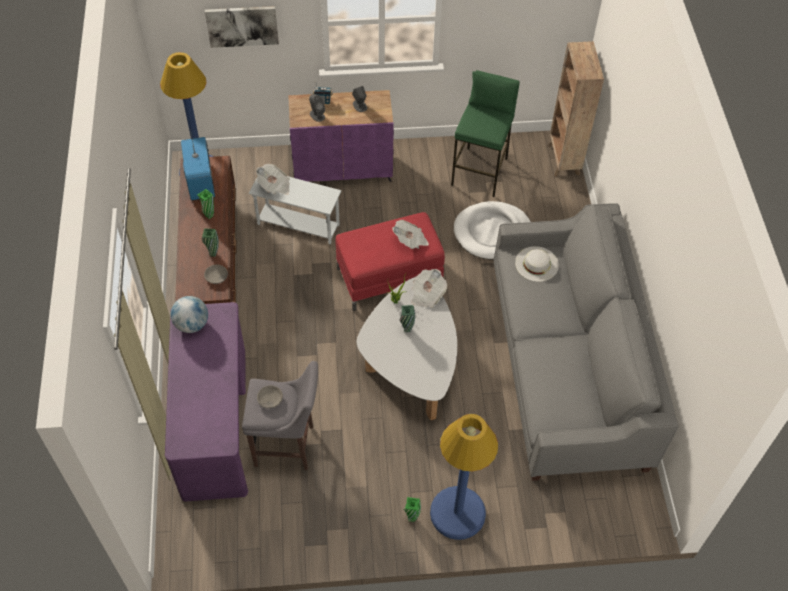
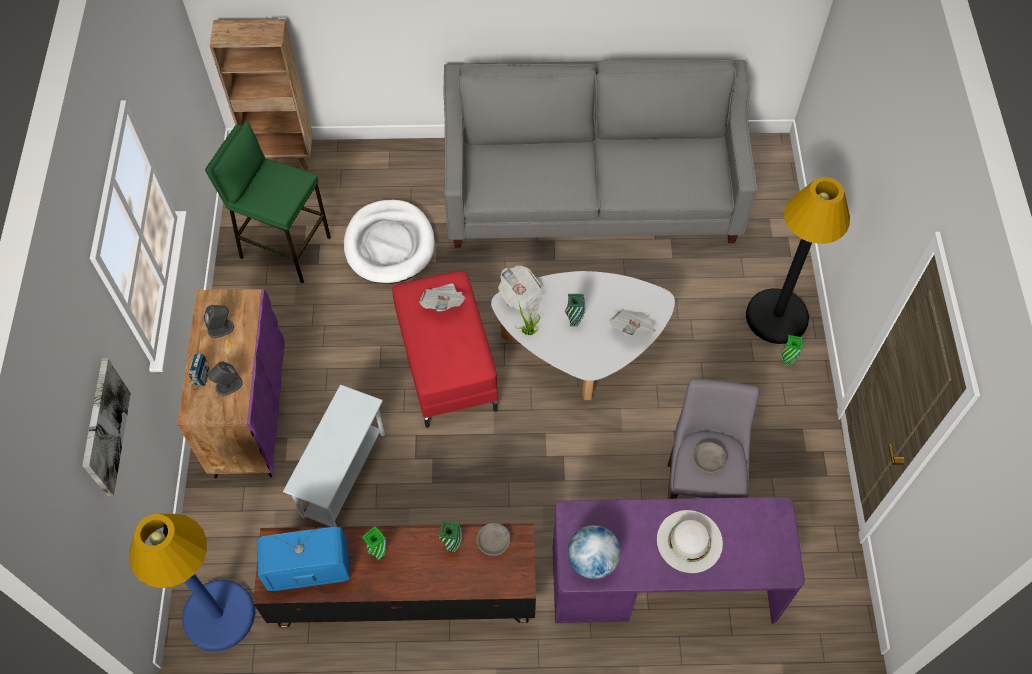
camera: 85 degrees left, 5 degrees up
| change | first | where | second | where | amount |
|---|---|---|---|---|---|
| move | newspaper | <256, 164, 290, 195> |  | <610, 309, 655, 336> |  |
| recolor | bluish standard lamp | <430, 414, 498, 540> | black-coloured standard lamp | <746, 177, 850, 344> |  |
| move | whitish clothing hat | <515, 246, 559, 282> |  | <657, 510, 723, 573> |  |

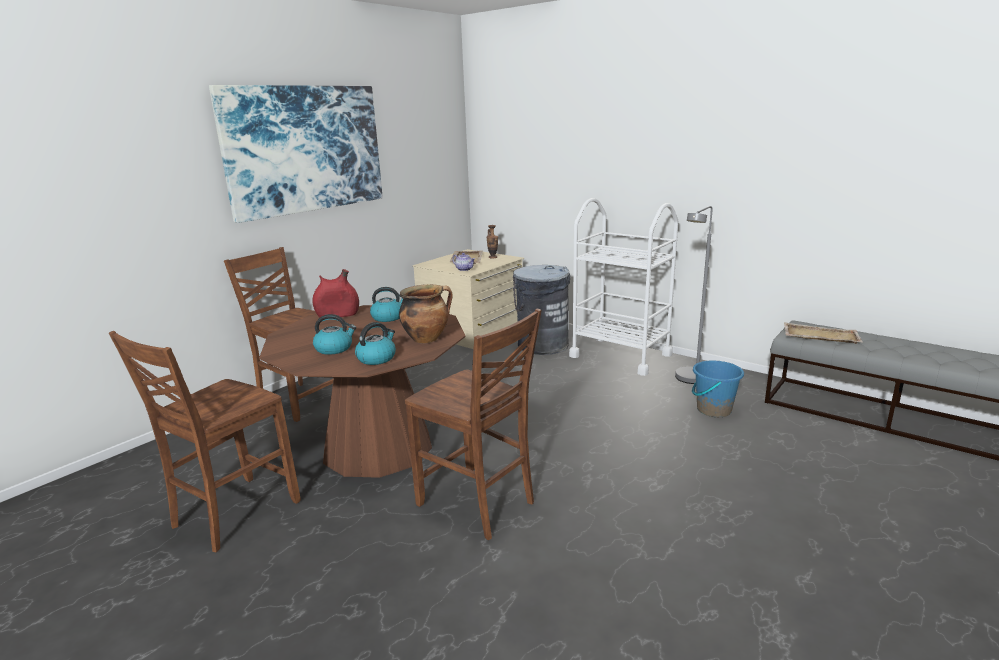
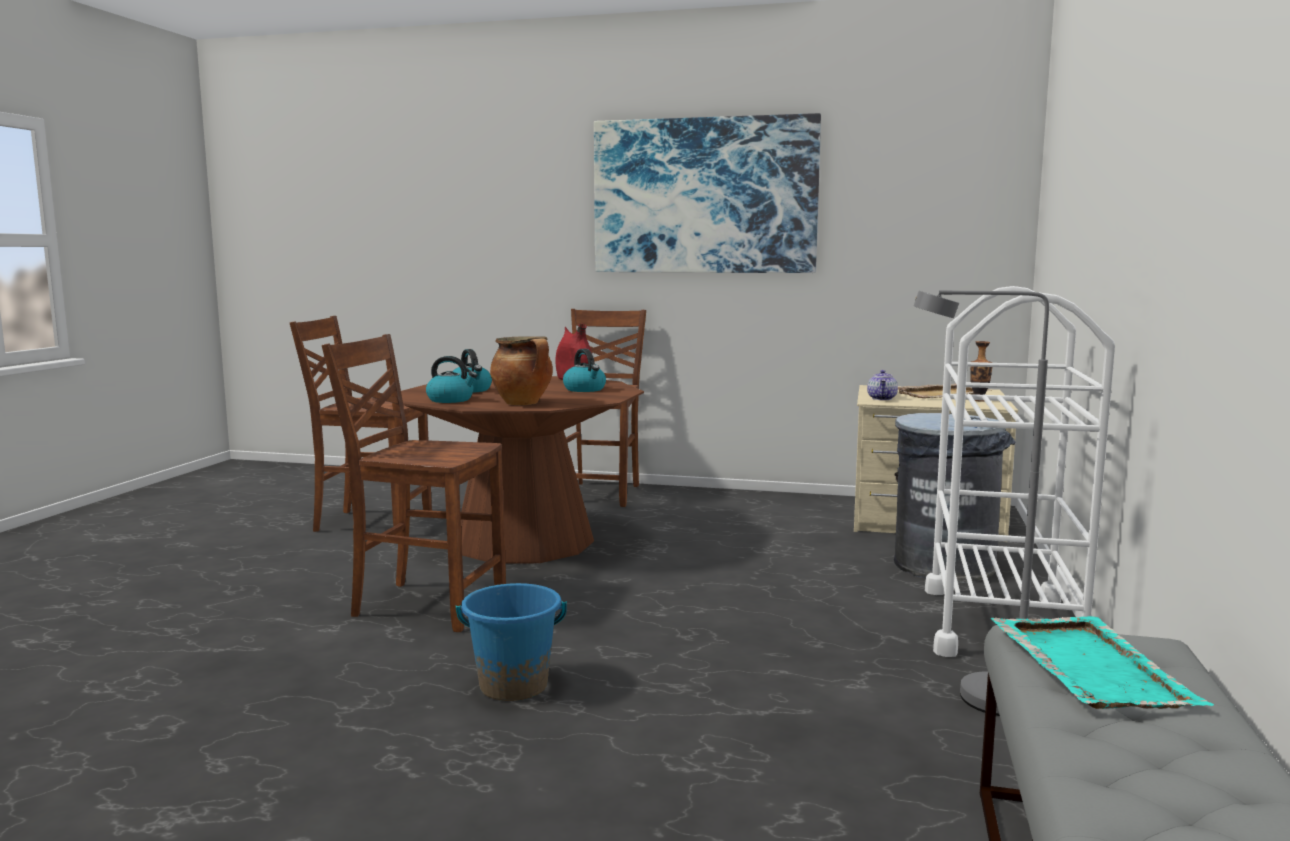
camera: 65 degrees right, 10 degrees down
| change | first | where | second | where | amount |
|---|---|---|---|---|---|
| rotate | brown-coloured plain chair | <405, 309, 542, 540> |  | <322, 334, 506, 632> | 90 degrees clockwise |
| move | bluish bucket | <692, 361, 744, 417> |  | <456, 583, 567, 701> |  |
| recolor | beige-coloured tray | <784, 322, 862, 344> | blue-green tray | <991, 616, 1214, 709> |  |

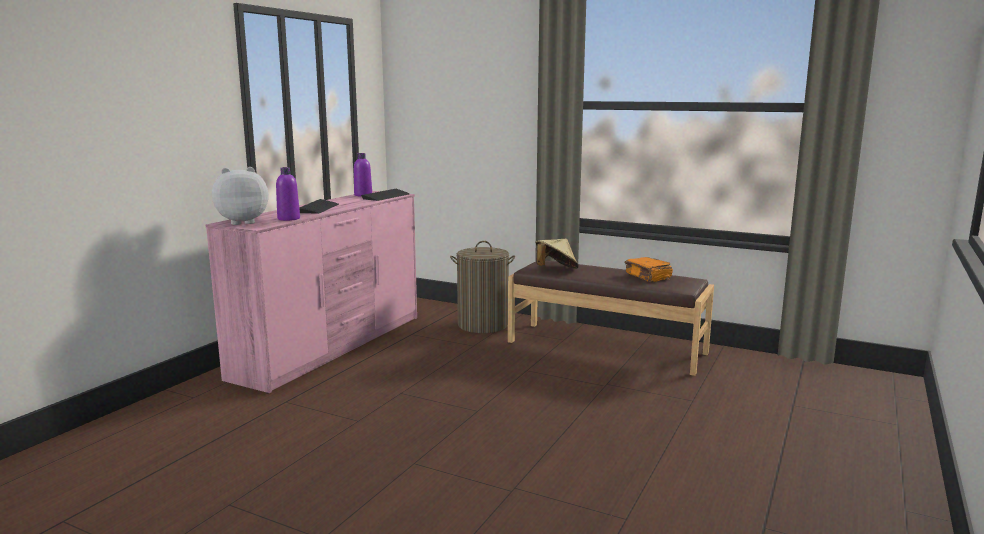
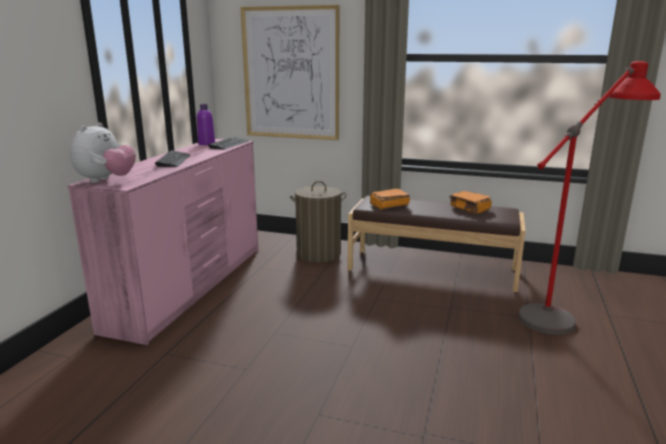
camera: 10 degrees left, 5 degrees up
| change | first | where | second | where | amount |
|---|---|---|---|---|---|
| rotate | soft toy | <212, 167, 268, 225> |  | <70, 122, 136, 183> | 135 degrees clockwise |
| delete | purple beverage bottle | <276, 167, 300, 221> |  |  |  |
| replace | beige-coloured clothing hat | <535, 239, 579, 269> | orangey book | <370, 189, 410, 210> |  |
| insert |  |  | wall art | <240, 5, 340, 140> |  |
| insert |  |  | red-coloured standard lamp | <517, 61, 661, 335> |  |

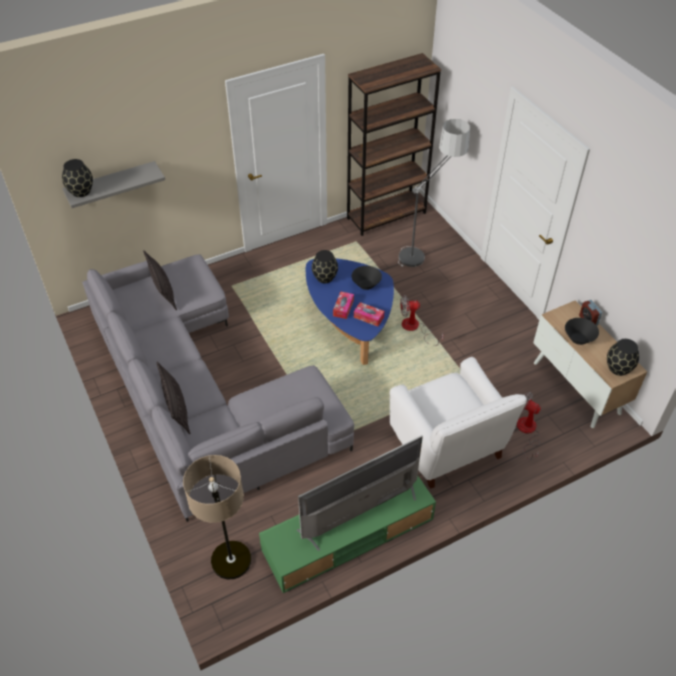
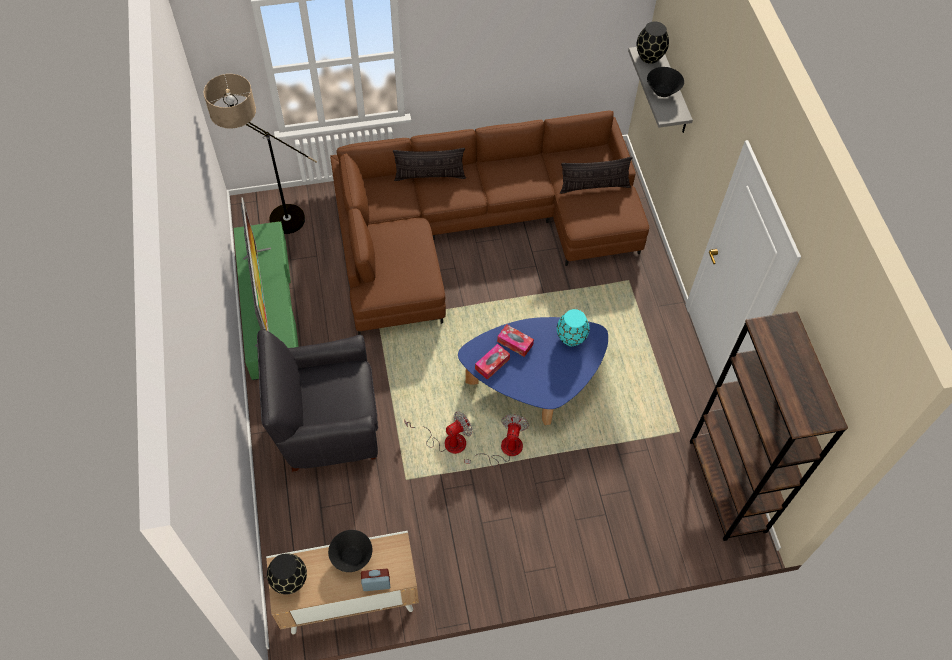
camera: 105 degrees right, 10 degrees up
| change | first | where | second | where | amount |
|---|---|---|---|---|---|
| recolor | grey settee | <82, 254, 354, 522> | brown-coloured settee | <330, 110, 649, 335> |  |
| recolor | black-coloured vase | <312, 250, 338, 283> | blue-green vase | <557, 309, 590, 346> |  |
| move | black-coloured serving bowl | <352, 266, 382, 290> |  | <647, 67, 684, 97> |  |
| recolor | whitish armchair | <390, 357, 527, 489> | black-coloured armchair | <257, 329, 378, 472> |  |
| delete | standard lamp | <398, 119, 470, 267> |  |  |  |
| move | electric fan | <517, 392, 541, 460> |  | <404, 411, 472, 454> |  |

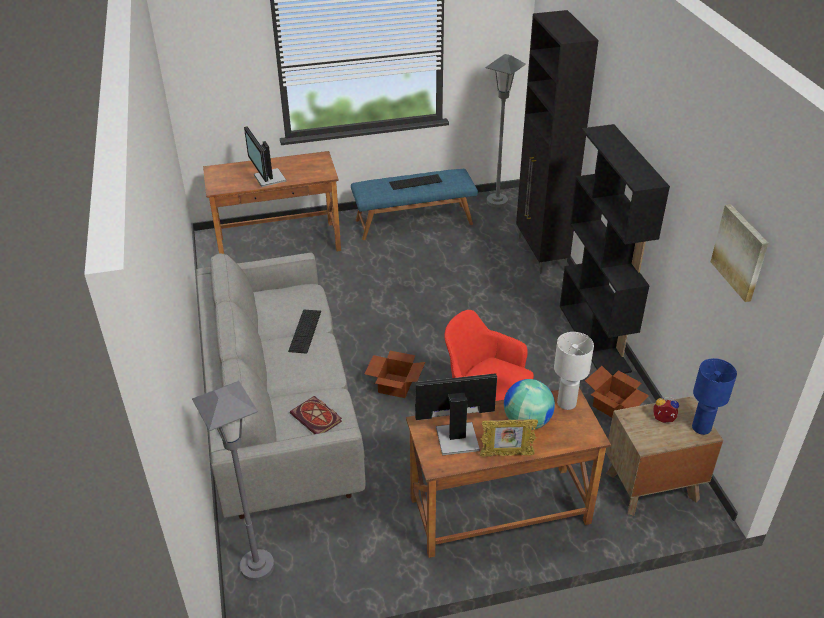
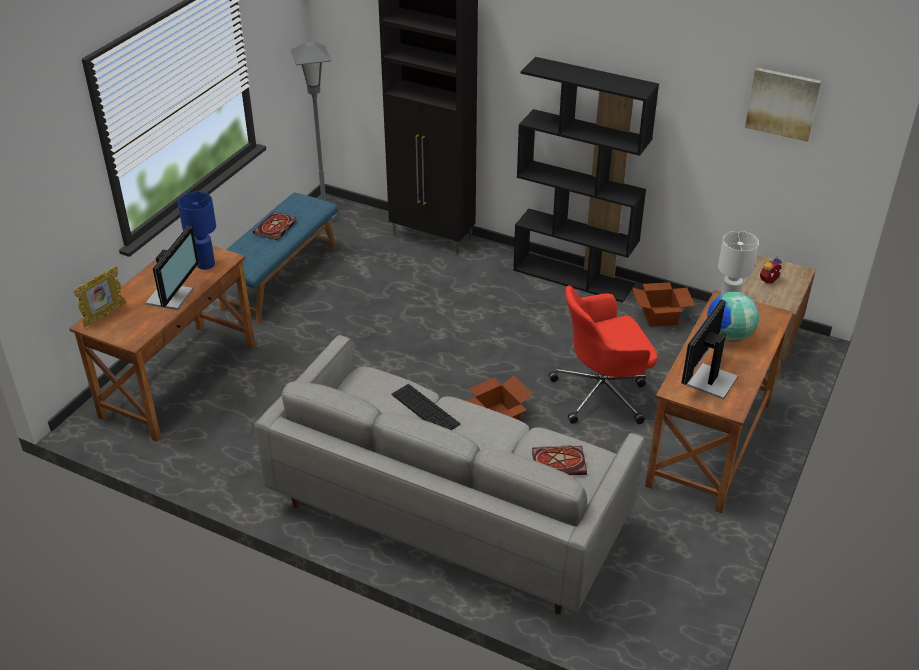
camera: 50 degrees left, 0 degrees up
| change | first | where | second | where | amount |
|---|---|---|---|---|---|
| delete | grey standard lamp | <192, 381, 274, 581> |  |  |  |
| rotate | computer display | <244, 126, 286, 187> |  | <145, 226, 199, 310> | 90 degrees counterclockwise |
| replace | keyboard | <389, 174, 442, 190> | book | <253, 211, 297, 240> |  |
| move | photo frame | <480, 419, 538, 457> |  | <74, 266, 125, 328> |  |
| move | bluish lamp for a table | <692, 358, 737, 435> |  | <178, 192, 216, 270> |  |

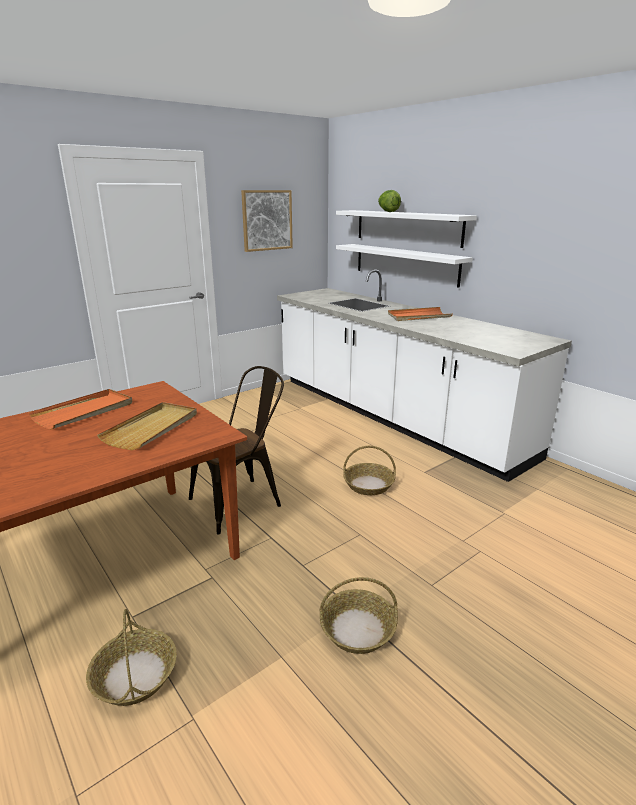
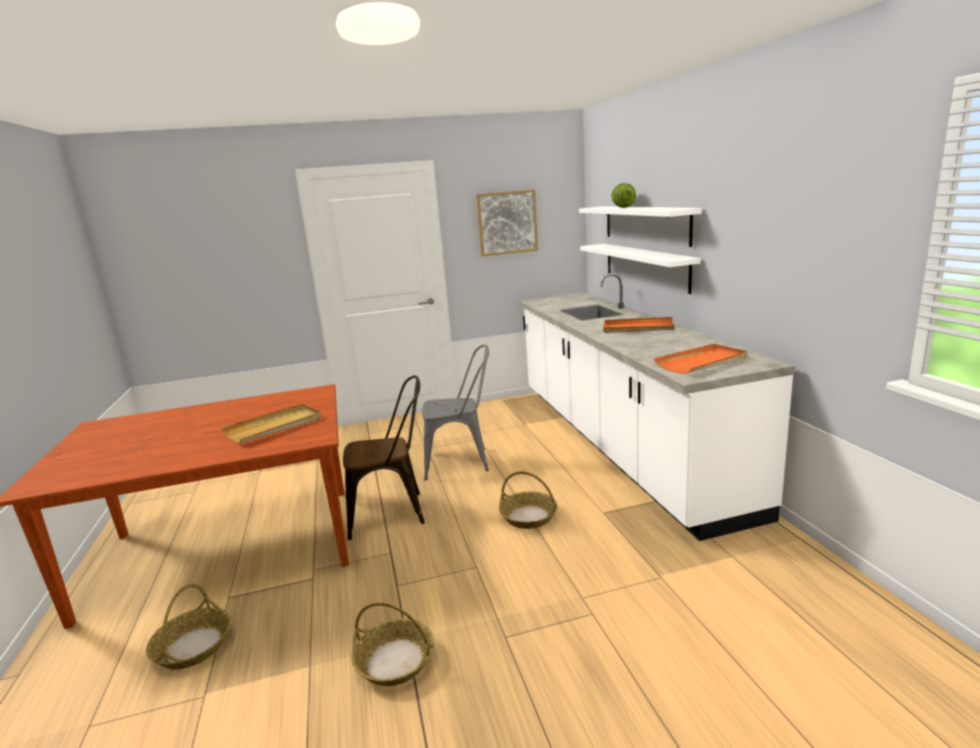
camera: 25 degrees right, 5 degrees down
| change | first | where | second | where | amount |
|---|---|---|---|---|---|
| move | orangey tray | <28, 389, 132, 430> |  | <654, 344, 748, 374> |  |
| insert |  |  | grey plain chair | <422, 344, 489, 481> |  |

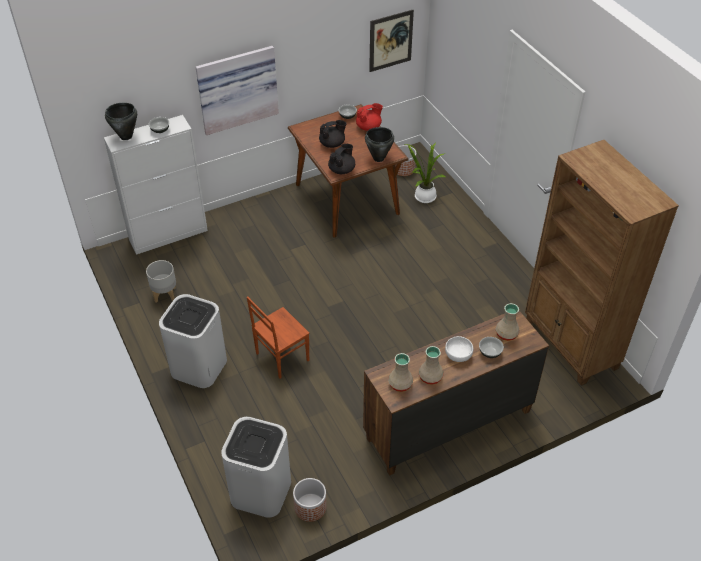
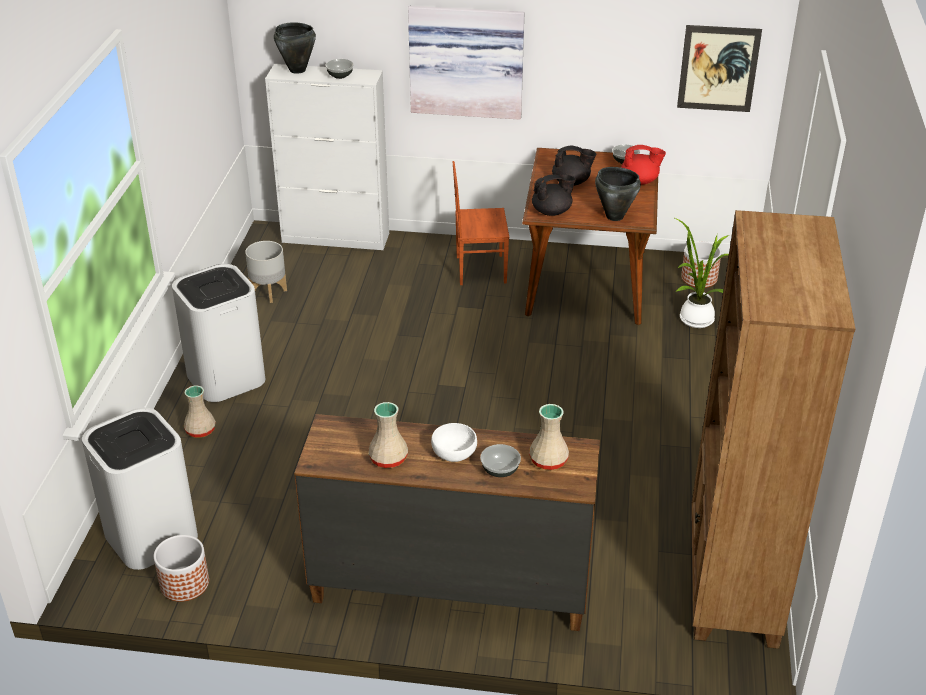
camera: 35 degrees right, 10 degrees down
| change | first | where | second | where | amount |
|---|---|---|---|---|---|
| move | brown-coloured plain chair | <247, 296, 310, 379> |  | <452, 161, 509, 285> |  |
| move | beige-coloured vase | <388, 353, 413, 392> |  | <184, 386, 216, 438> |  |

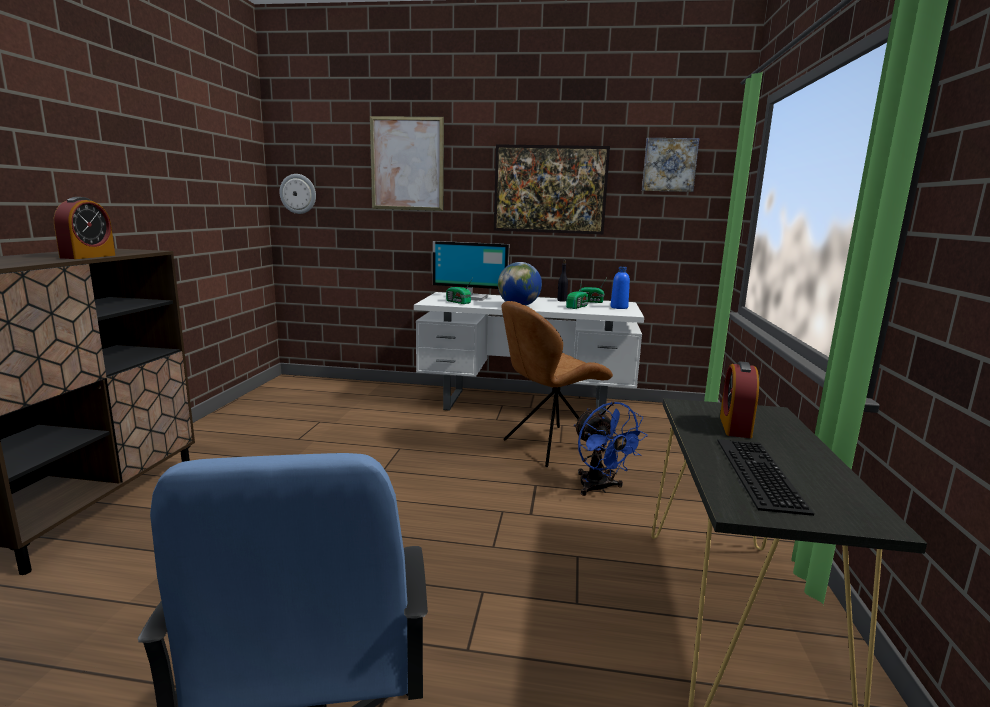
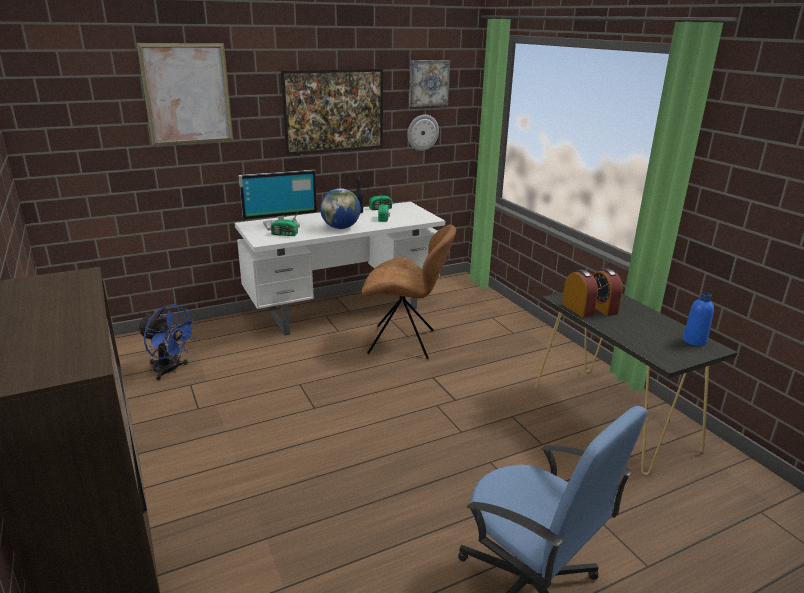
camera: 35 degrees left, 10 degrees up
| change | first | where | second | where | amount |
|---|---|---|---|---|---|
| move | table clock | <54, 197, 115, 259> |  | <562, 270, 598, 318> |  |
| move | hanging clock | <280, 174, 316, 214> |  | <407, 114, 439, 151> |  |
| rotate | brown-coloured plain chair | <501, 301, 613, 467> |  | <362, 225, 456, 359> | 105 degrees counterclockwise |
| move | bluish electric fan | <574, 401, 648, 496> |  | <137, 304, 197, 380> |  |
| move | bluish beverage bottle | <610, 267, 630, 309> |  | <683, 292, 714, 346> |  |
| delete | keyboard | <718, 439, 814, 516> |  |  |  |

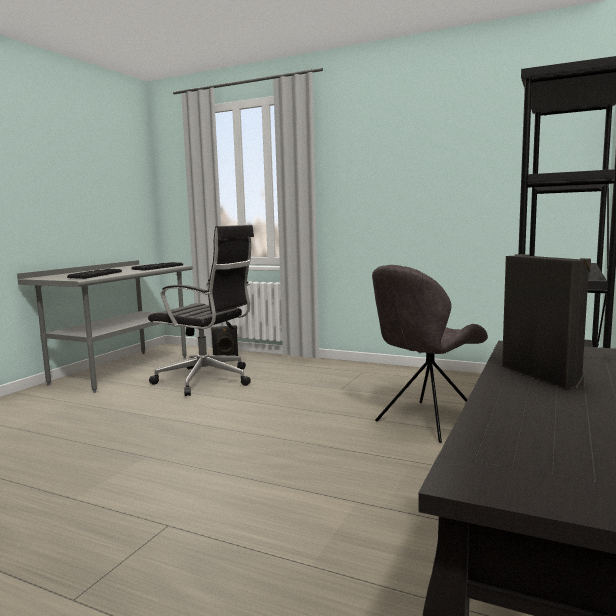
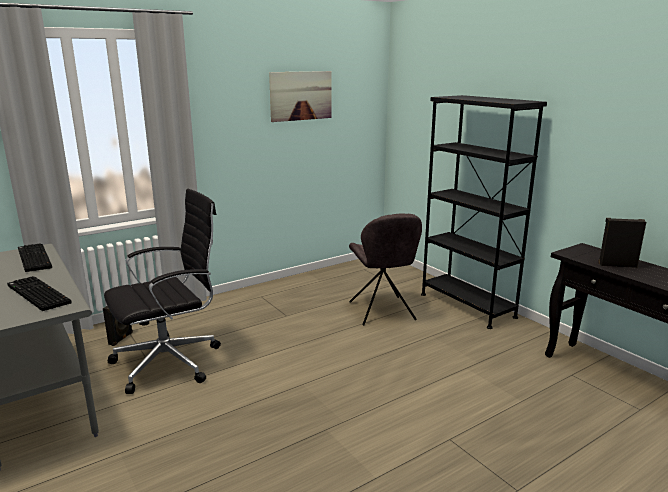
camera: 60 degrees left, 10 degrees up
| change | first | where | second | where | amount |
|---|---|---|---|---|---|
| insert |  |  | wall art | <269, 71, 332, 122> |  |

